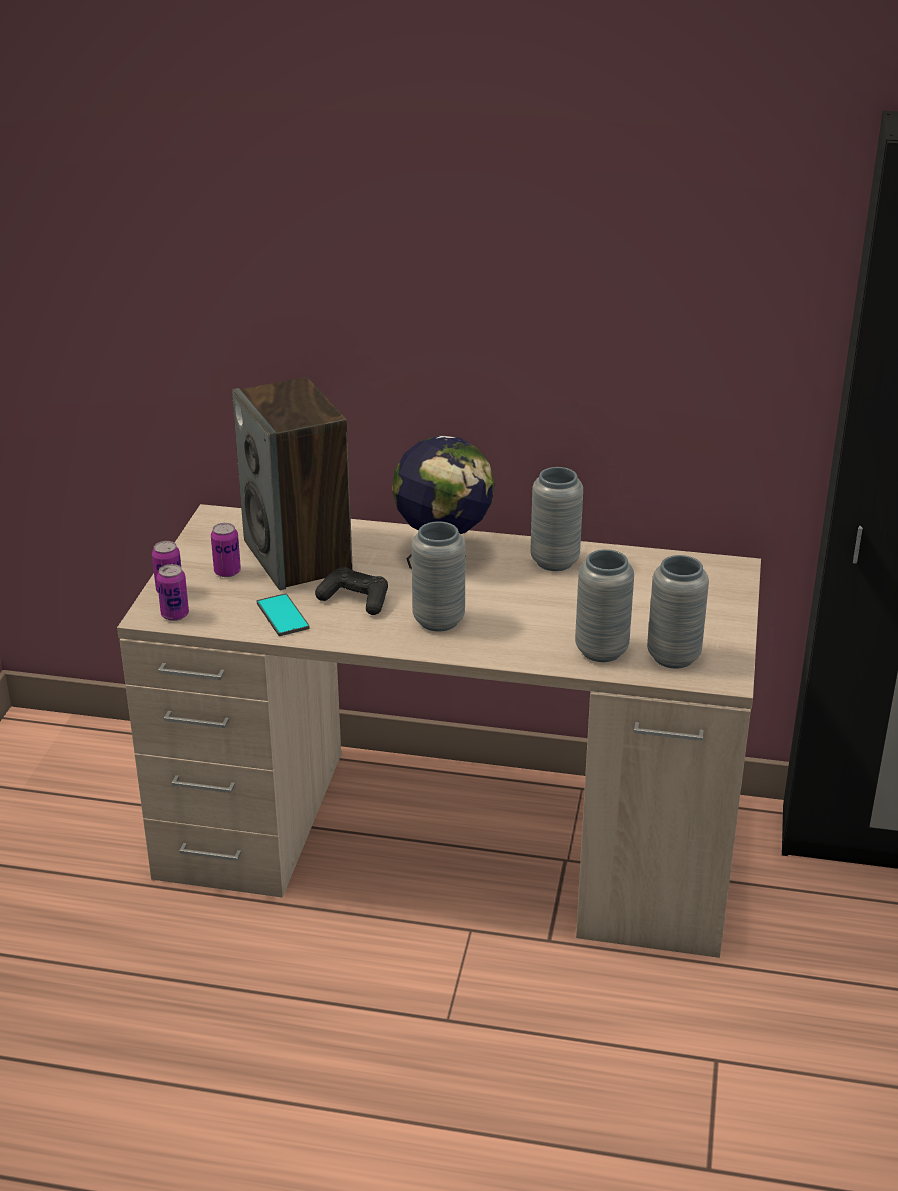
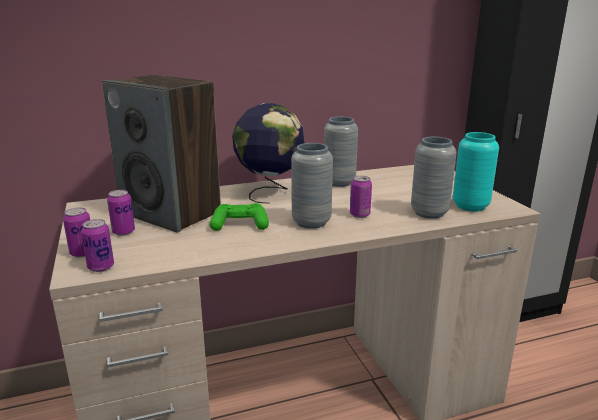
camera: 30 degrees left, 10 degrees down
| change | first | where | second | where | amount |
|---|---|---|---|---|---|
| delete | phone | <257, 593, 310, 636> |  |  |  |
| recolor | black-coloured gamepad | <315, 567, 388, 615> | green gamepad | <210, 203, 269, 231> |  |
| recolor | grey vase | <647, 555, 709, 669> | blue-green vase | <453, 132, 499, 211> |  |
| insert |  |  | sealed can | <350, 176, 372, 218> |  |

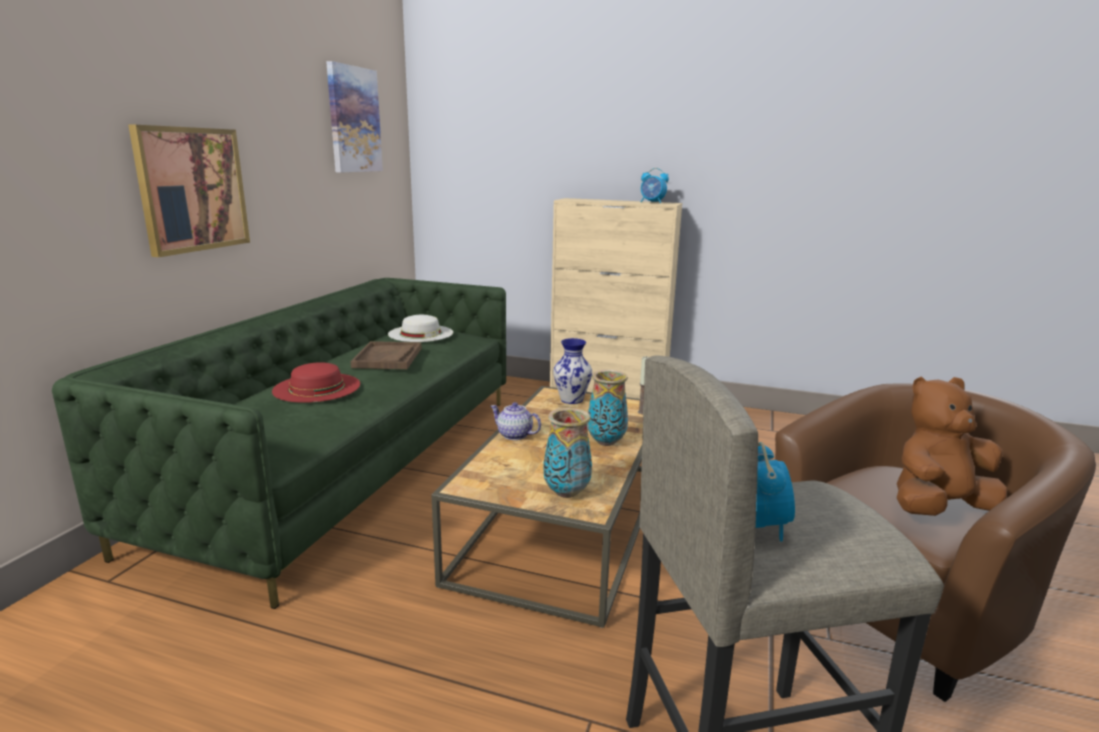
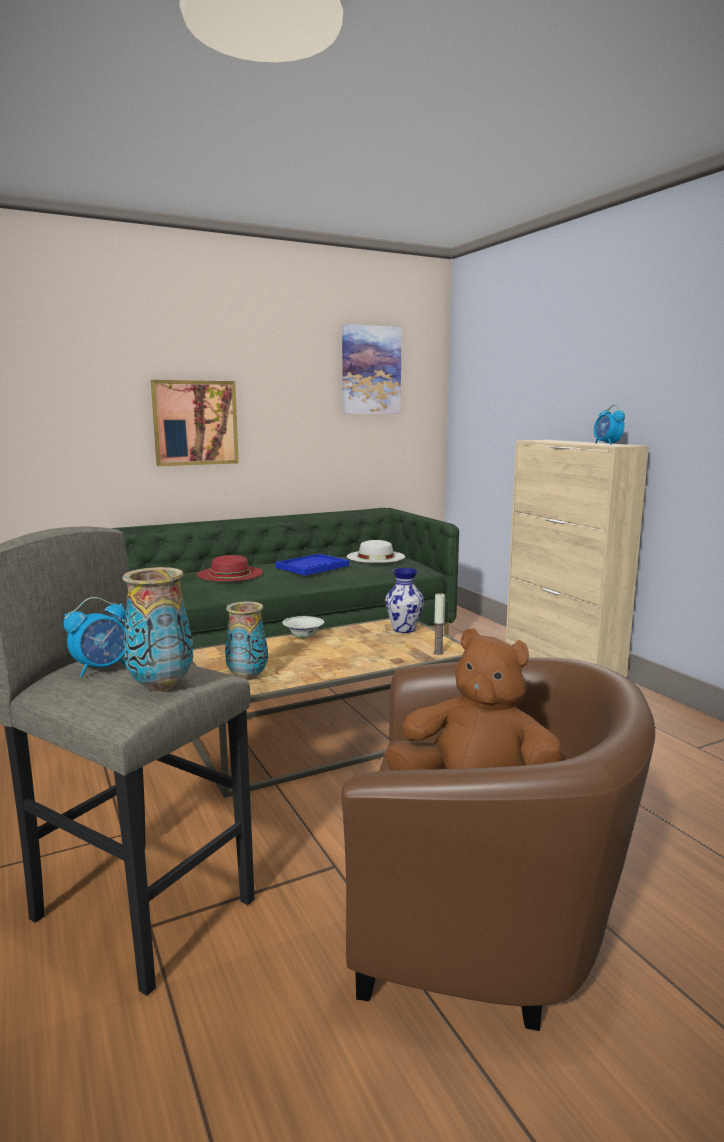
camera: 45 degrees right, 5 degrees down
| change | first | where | second | where | amount |
|---|---|---|---|---|---|
| recolor | brown-coloured tray | <351, 341, 422, 369> | bluish tray | <275, 554, 349, 575> |  |
| replace | tea pot | <490, 402, 541, 440> | whitish serving bowl | <282, 616, 324, 638> |  |
| move | vase | <587, 370, 628, 446> |  | <122, 567, 193, 691> |  |

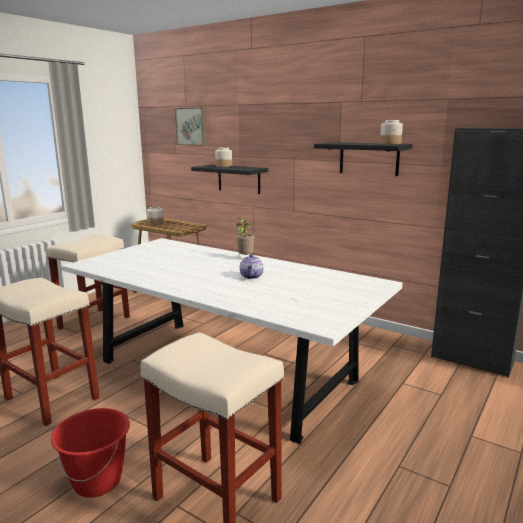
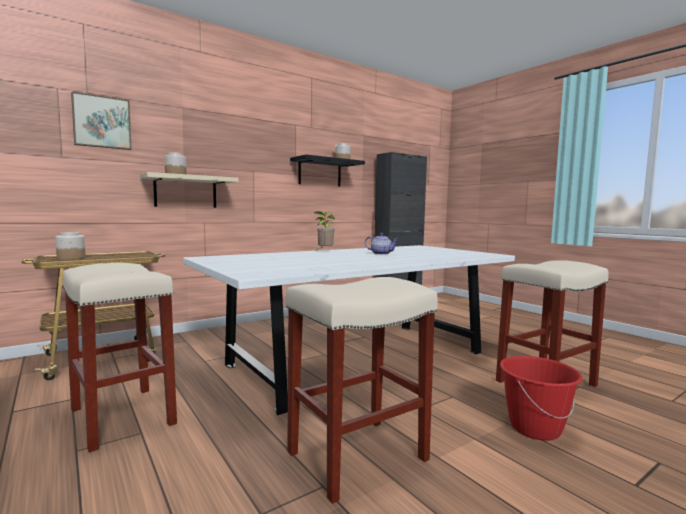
camera: 70 degrees left, 10 degrees down
| change | first | where | second | where | amount |
|---|---|---|---|---|---|
| recolor | black-coloured shelf | <191, 165, 268, 194> | beige-coloured shelf | <140, 172, 239, 208> |  |

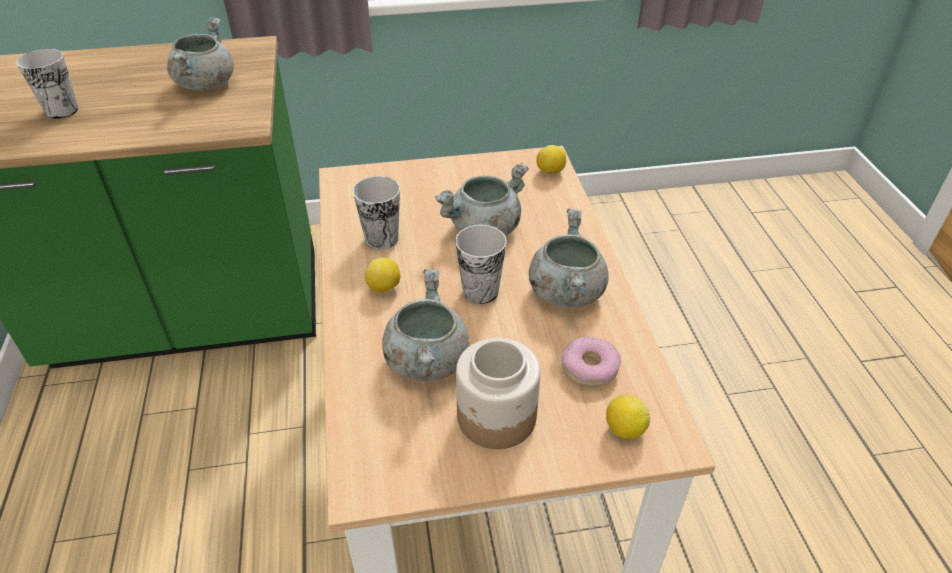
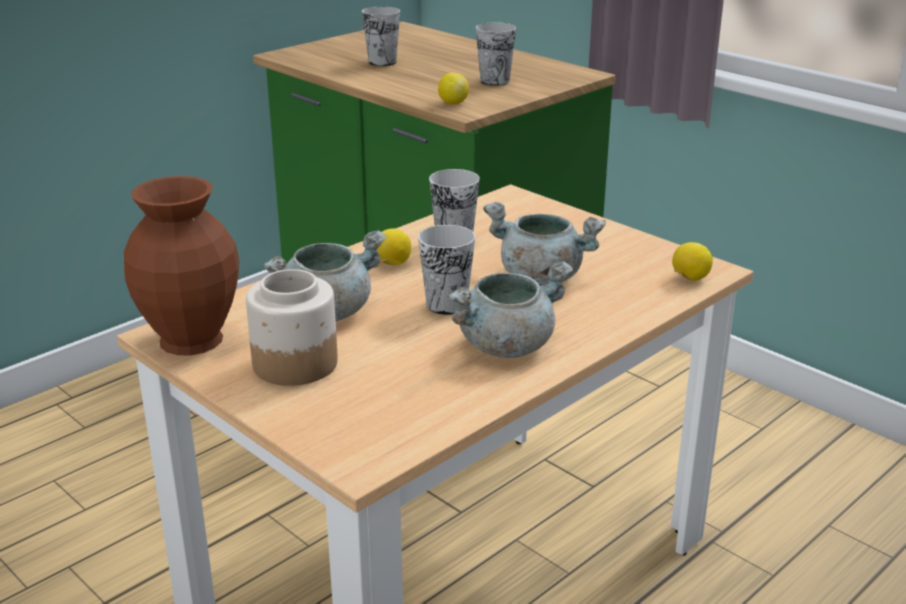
camera: 55 degrees right, 15 degrees down
| change | first | where | second | where | amount |
|---|---|---|---|---|---|
| replace | grey stockpot | <167, 17, 234, 90> | drinking cup | <476, 22, 516, 86> |  |
| delete | ring doughnut | <562, 337, 621, 387> |  |  |  |
| move | whole lemon | <606, 394, 650, 439> |  | <438, 72, 469, 104> |  |
| insert |  |  | brown-coloured vase | <124, 176, 239, 355> |  |

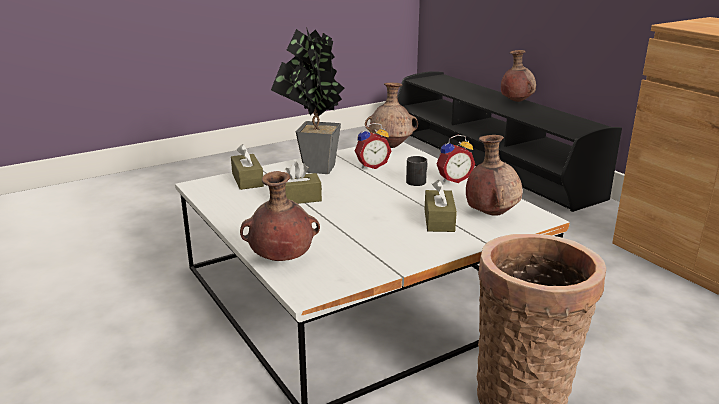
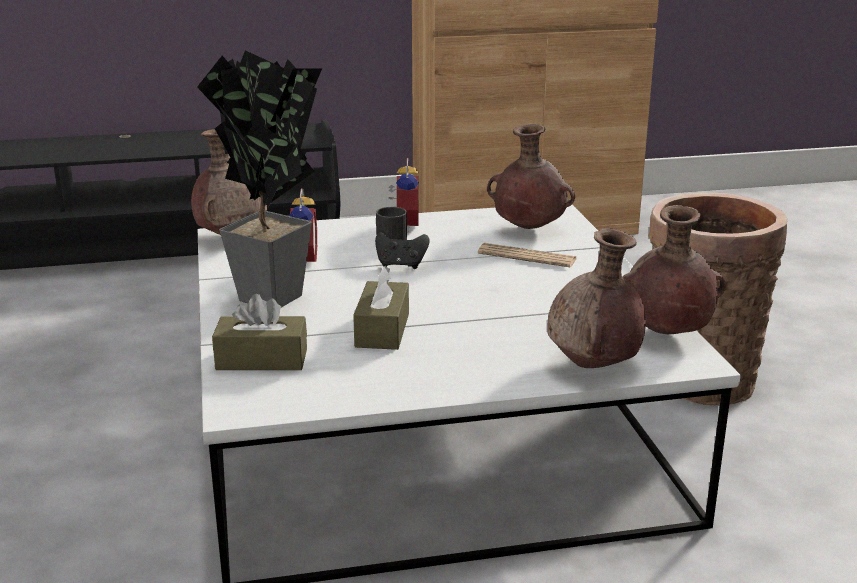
camera: 70 degrees left, 0 degrees up
| change | first | where | second | where | amount |
|---|---|---|---|---|---|
| replace | brown-coloured tissue holder | <424, 180, 457, 232> | newspaper | <478, 243, 577, 267> |  |
| move | brown-coloured vase | <501, 50, 536, 102> |  | <622, 205, 726, 334> |  |
| insert |  |  | black-coloured gamepad | <375, 232, 430, 269> |  |

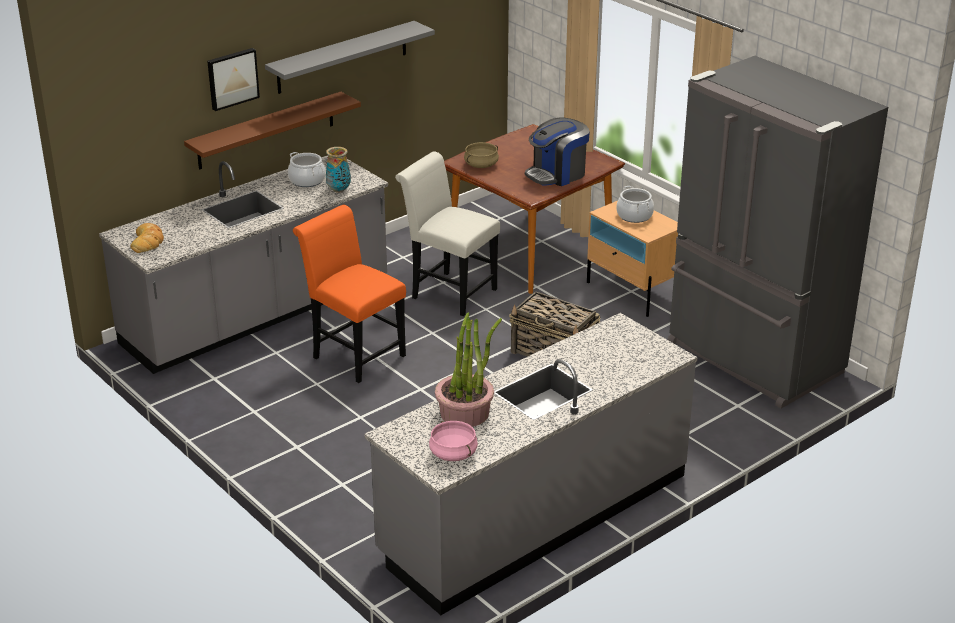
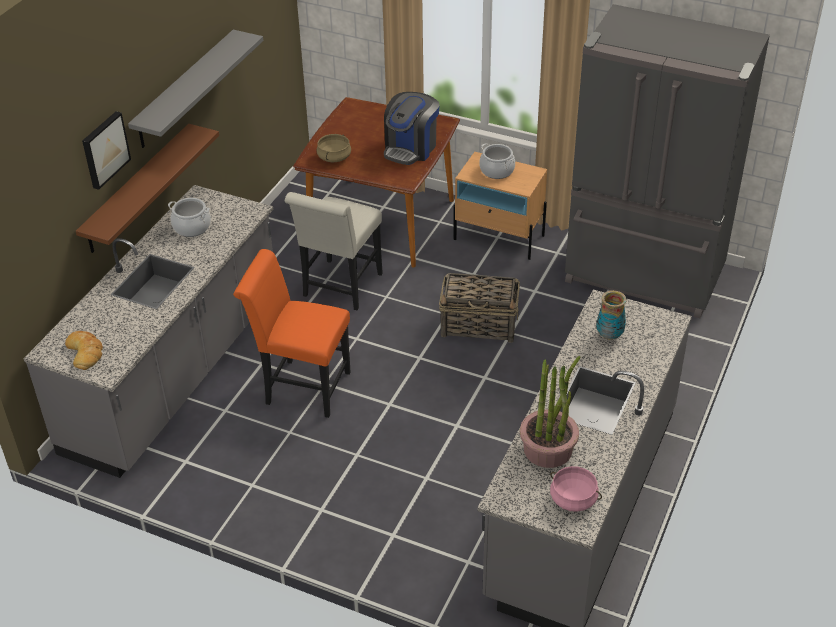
camera: 25 degrees left, 10 degrees up
| change | first | where | second | where | amount |
|---|---|---|---|---|---|
| move | vase | <326, 147, 351, 193> |  | <596, 290, 627, 340> |  |
| rotate | whitish plain chair | <395, 152, 500, 316> |  | <285, 192, 383, 310> | 75 degrees counterclockwise |

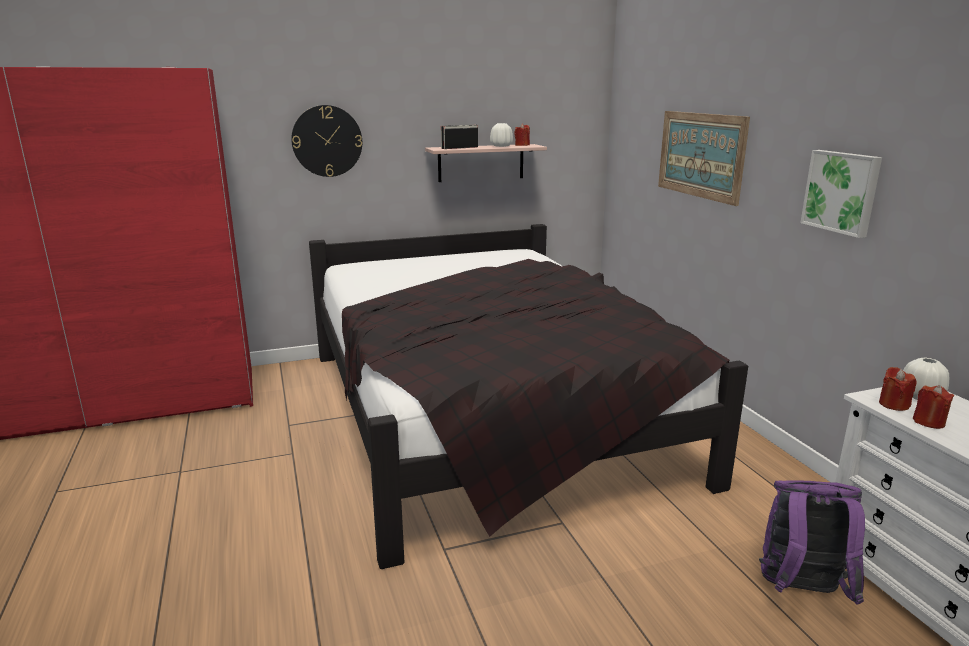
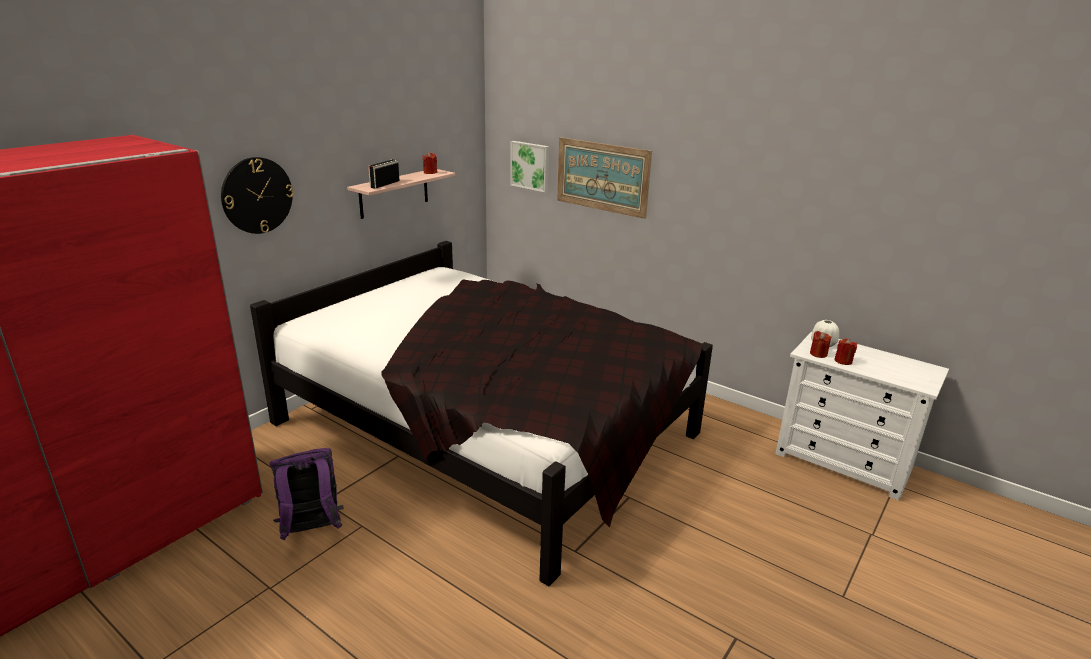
camera: 35 degrees left, 5 degrees up
| change | first | where | second | where | amount |
|---|---|---|---|---|---|
| delete | whitish vase | <490, 123, 513, 147> |  |  |  |
| move | purple backpack | <759, 480, 865, 605> |  | <270, 448, 344, 540> |  |
| move | wall art | <800, 150, 882, 238> |  | <510, 141, 549, 192> |  |

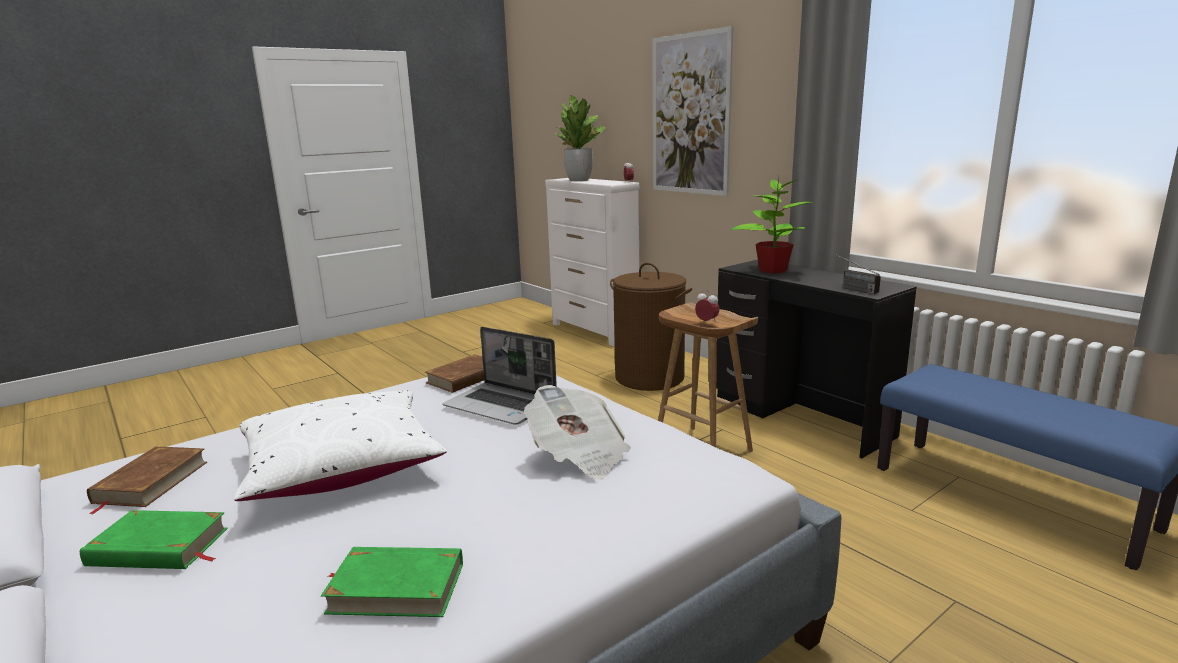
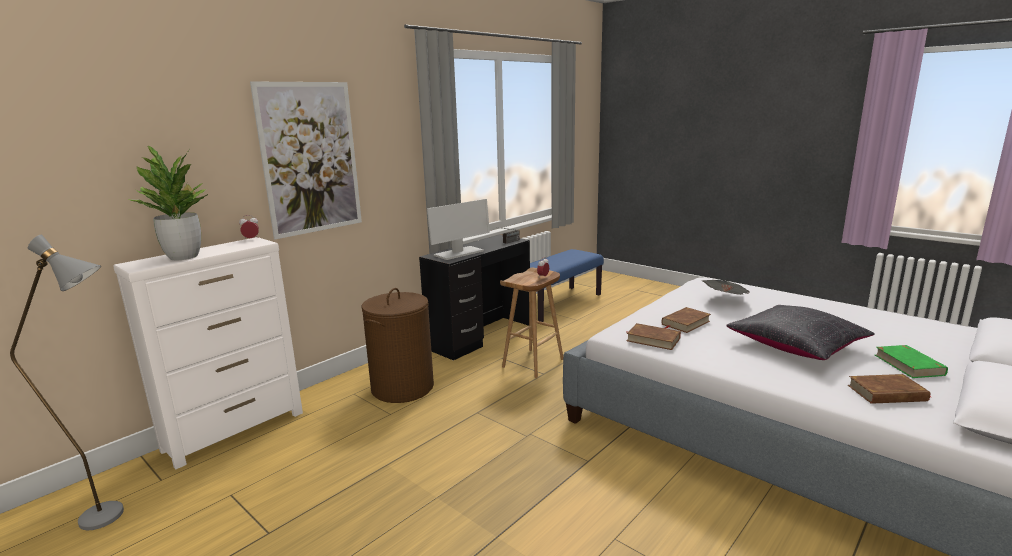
camera: 100 degrees left, 0 degrees up
| change | first | where | second | where | amount |
|---|---|---|---|---|---|
| recolor | whitish cushion | <234, 390, 447, 501> | black-coloured cushion | <726, 305, 875, 360> |  |
| delete | green book | <321, 547, 463, 617> |  |  |  |
| replace | notebook computer | <443, 327, 557, 425> | brown-coloured book | <662, 307, 711, 333> |  |
| replace | potted plant | <731, 177, 813, 273> | computer display | <427, 199, 490, 260> |  |
| insert |  |  | grey standard lamp | <10, 235, 124, 530> |  |

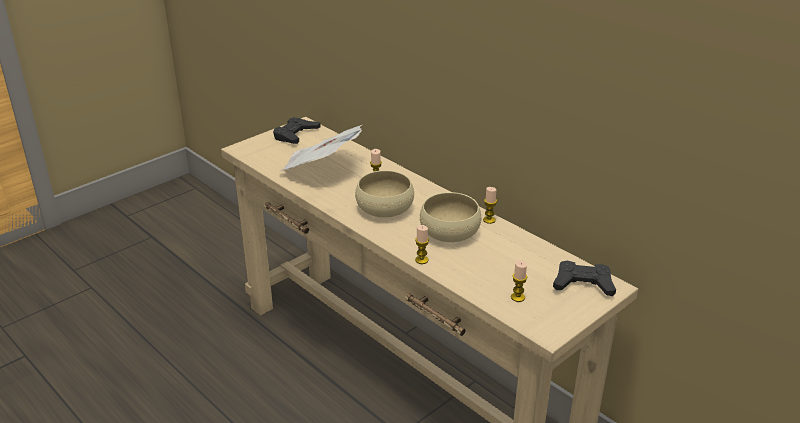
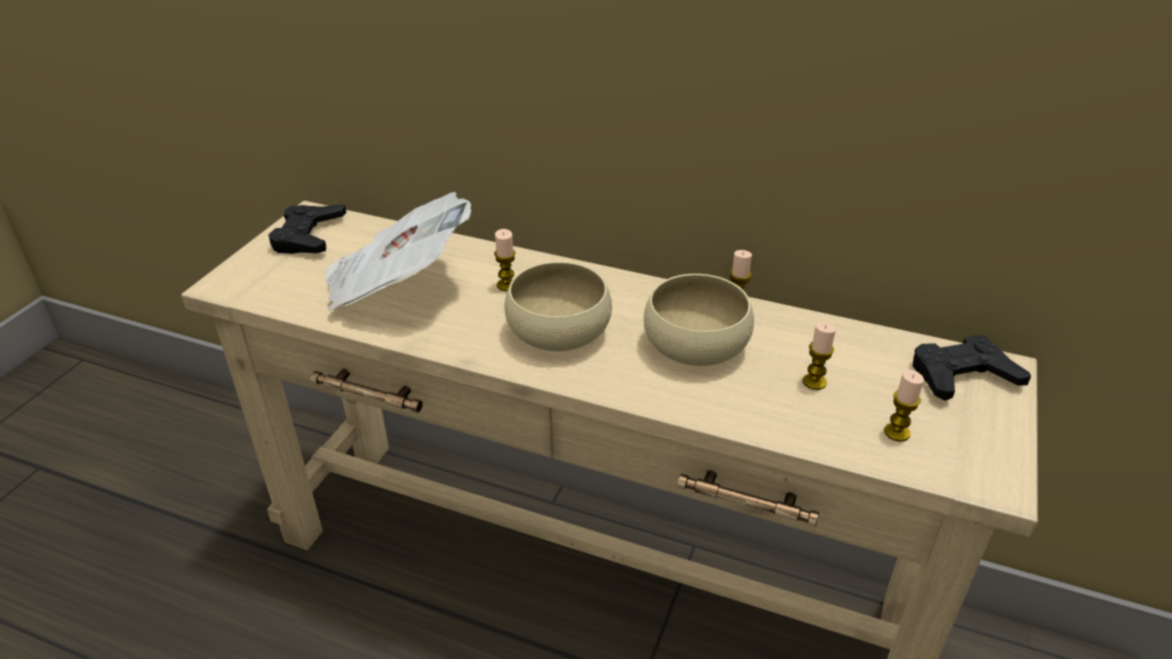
camera: 25 degrees left, 5 degrees up
| change | first | where | second | where | amount |
|---|---|---|---|---|---|
| move | wax light | <415, 225, 429, 264> |  | <803, 322, 836, 390> |  |

